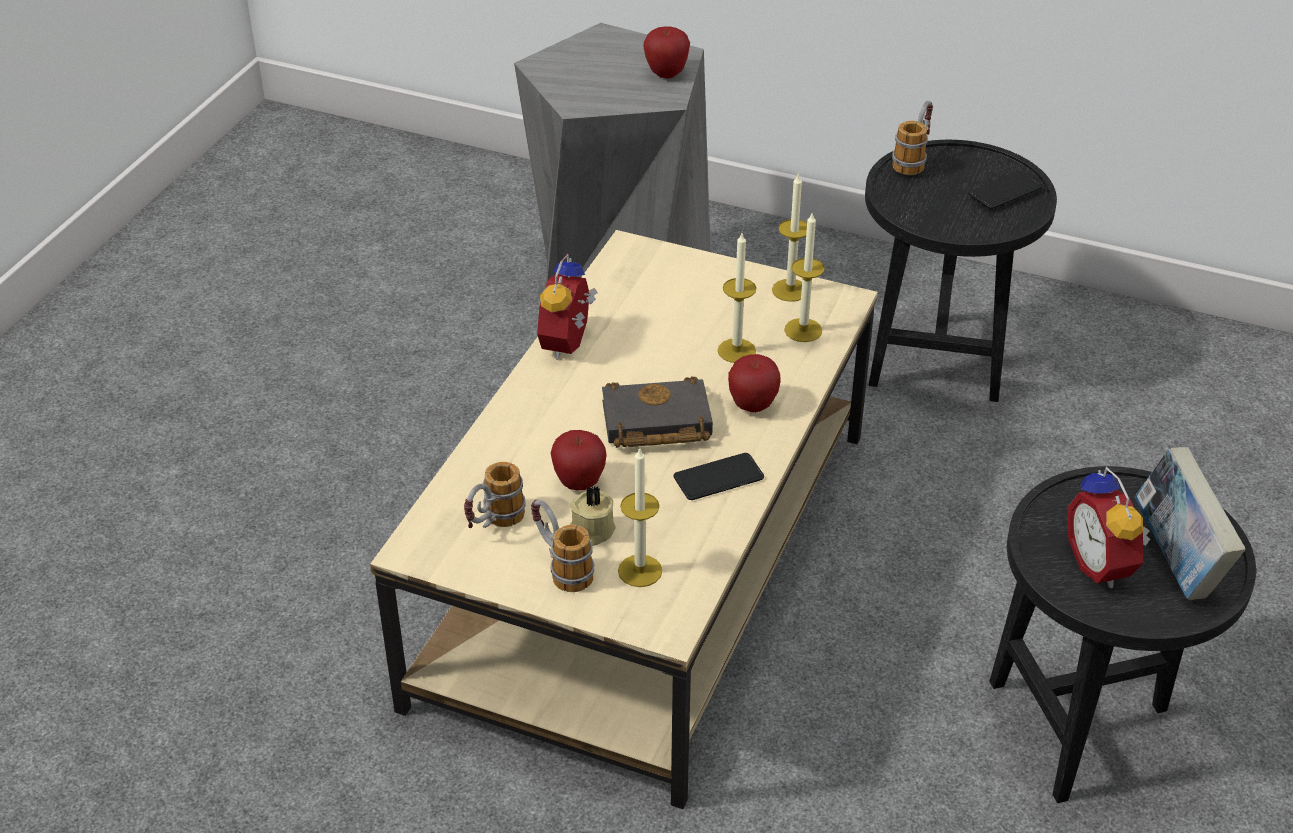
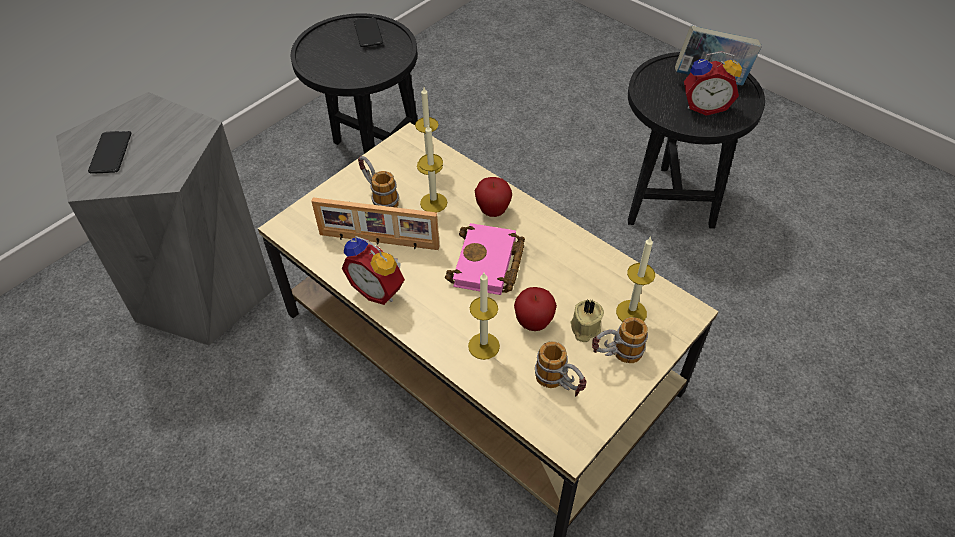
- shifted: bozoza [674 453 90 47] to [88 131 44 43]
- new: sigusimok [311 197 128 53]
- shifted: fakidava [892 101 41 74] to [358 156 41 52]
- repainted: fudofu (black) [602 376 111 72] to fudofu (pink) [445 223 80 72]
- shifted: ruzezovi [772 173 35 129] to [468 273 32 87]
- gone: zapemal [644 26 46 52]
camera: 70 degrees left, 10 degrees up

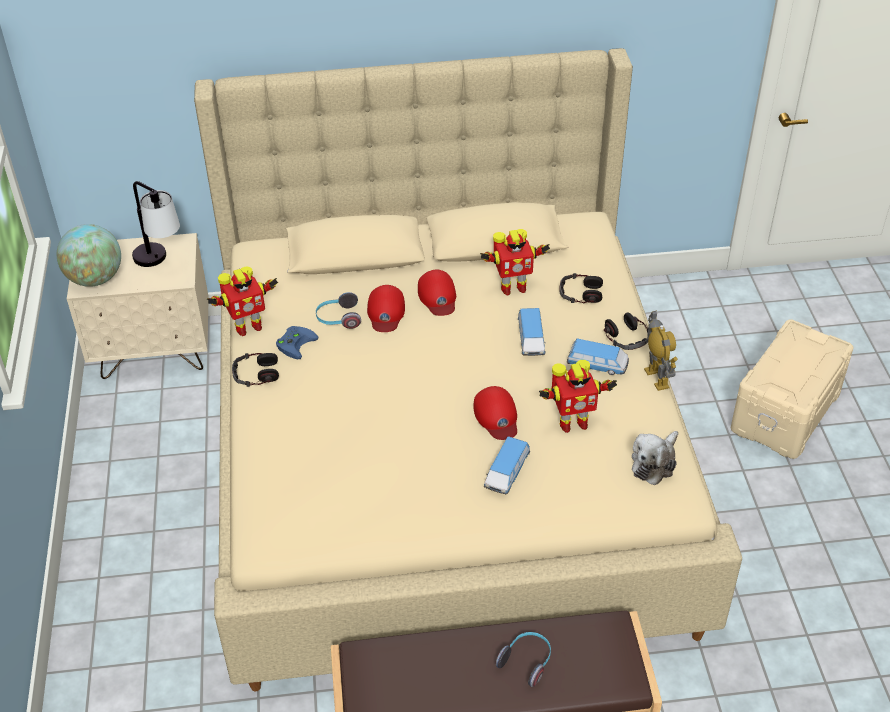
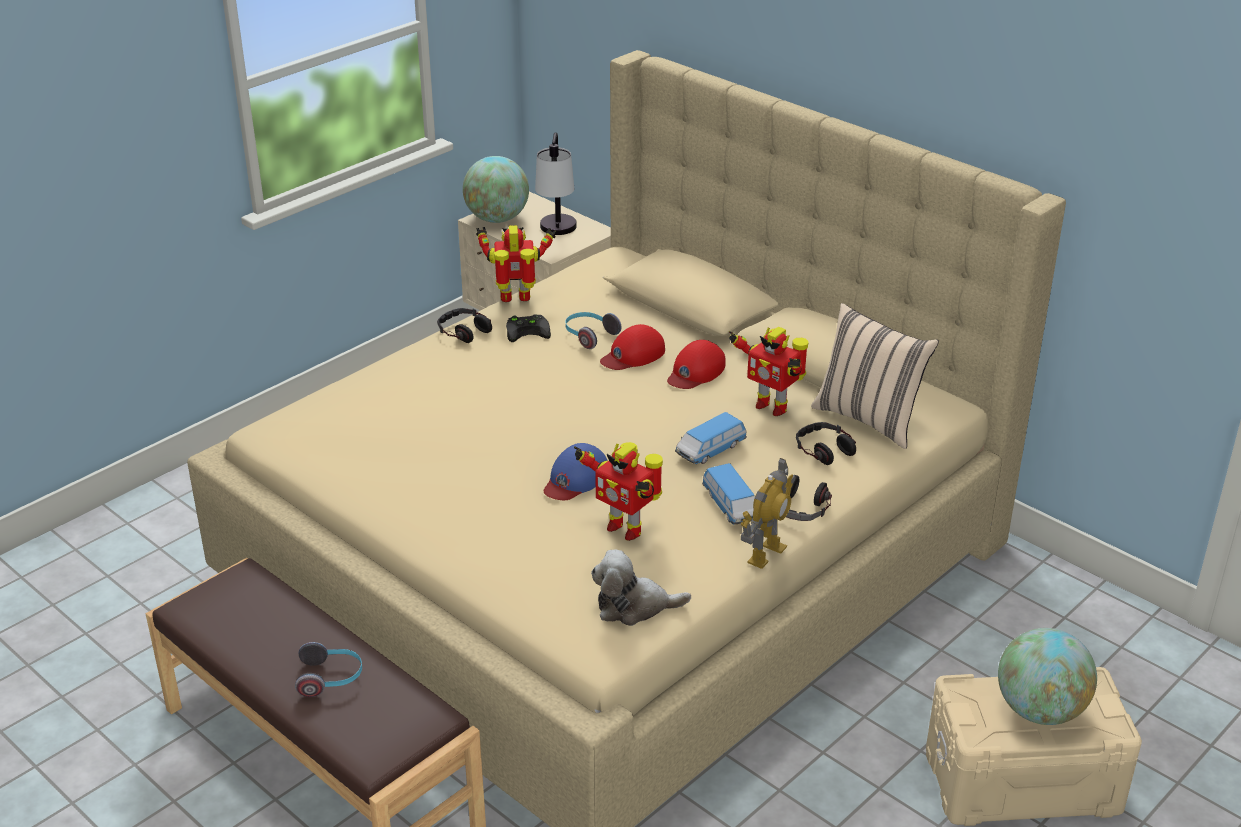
- rotated: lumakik [207 266 71 70] = [476 225 80 77] 150 degrees clockwise
- repainted: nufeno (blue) [276 326 42 33] to nufeno (black) [506 315 45 27]
- repainted: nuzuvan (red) [473 386 44 54] to nuzuvan (blue) [544 443 64 57]
- new: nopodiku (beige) [811 303 128 146]
- new: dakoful [998 628 99 97]
- gone: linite [484 436 46 58]
camera: 50 degrees right, 10 degrees down

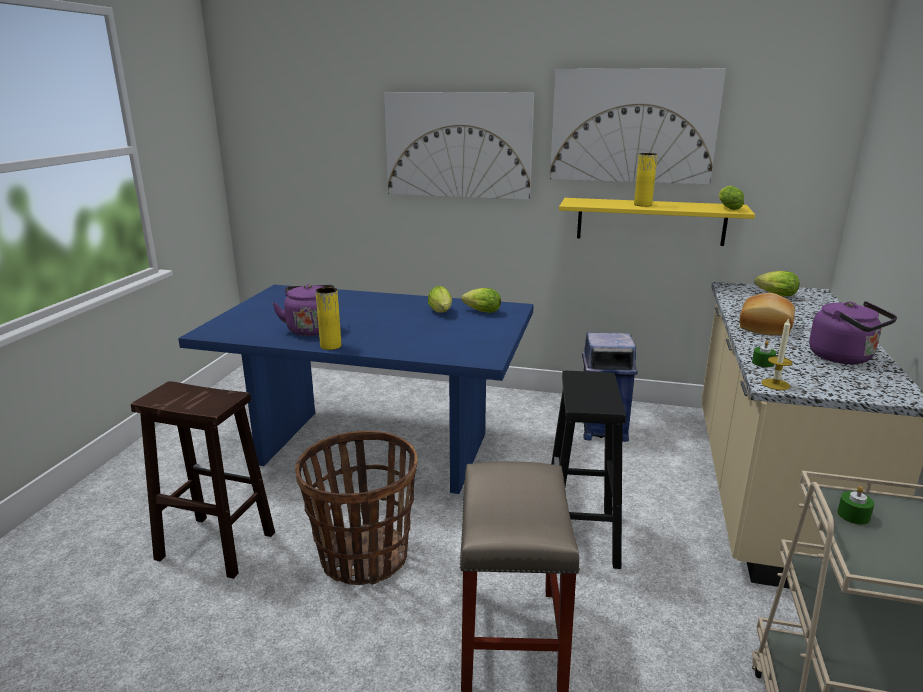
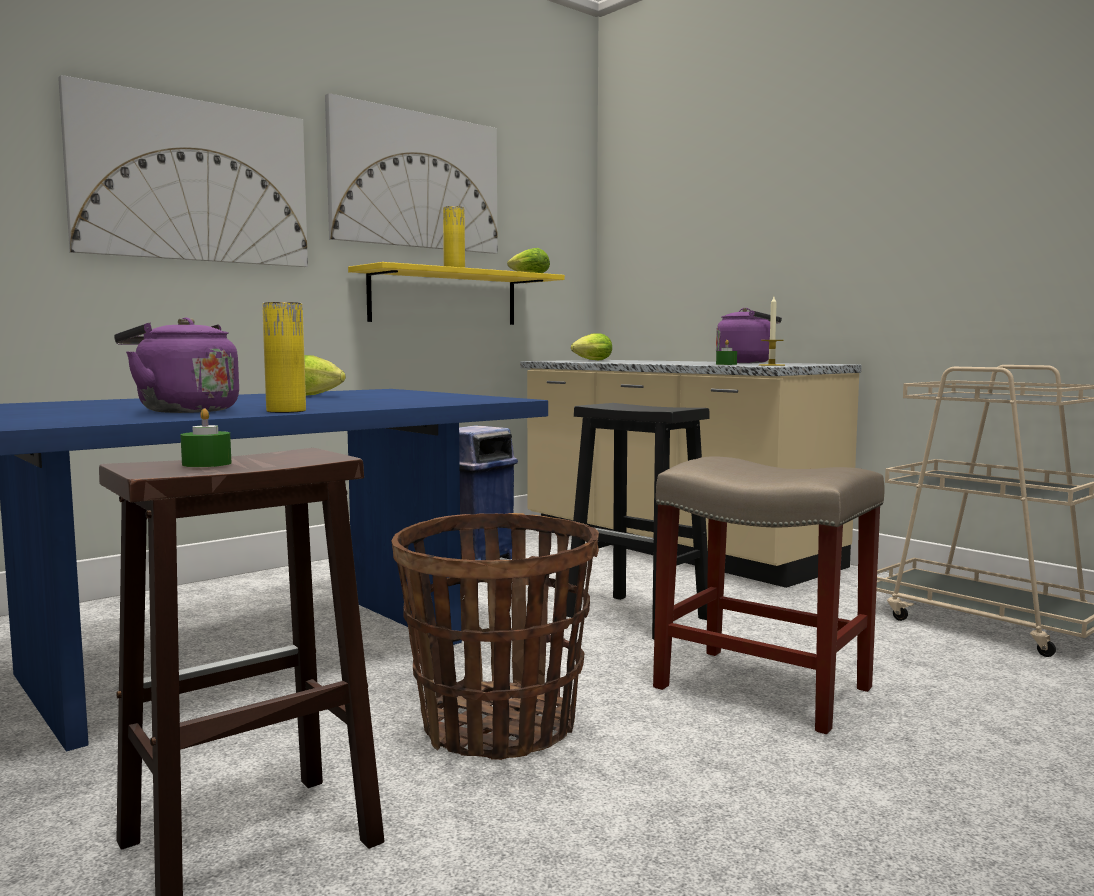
- shifted: ruzezovi (green) [837 486 37 39] to [180 408 52 59]
- gone: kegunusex [461 288 40 25]
- gone: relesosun [740 293 55 42]
camera: 55 degrees left, 15 degrees down

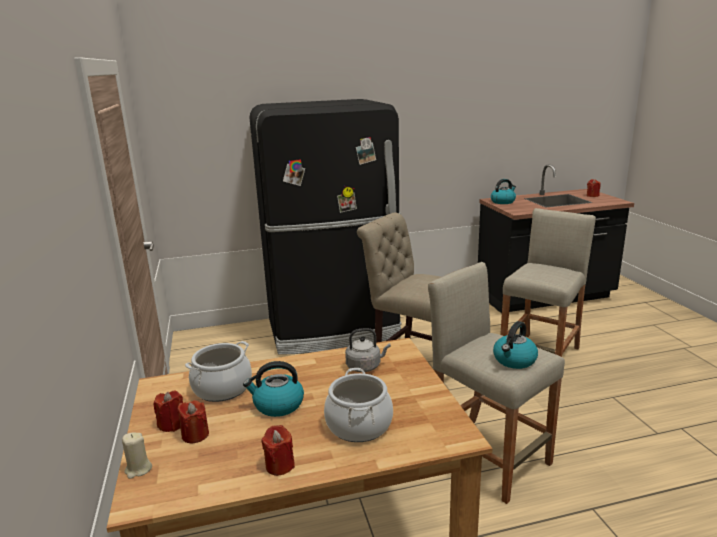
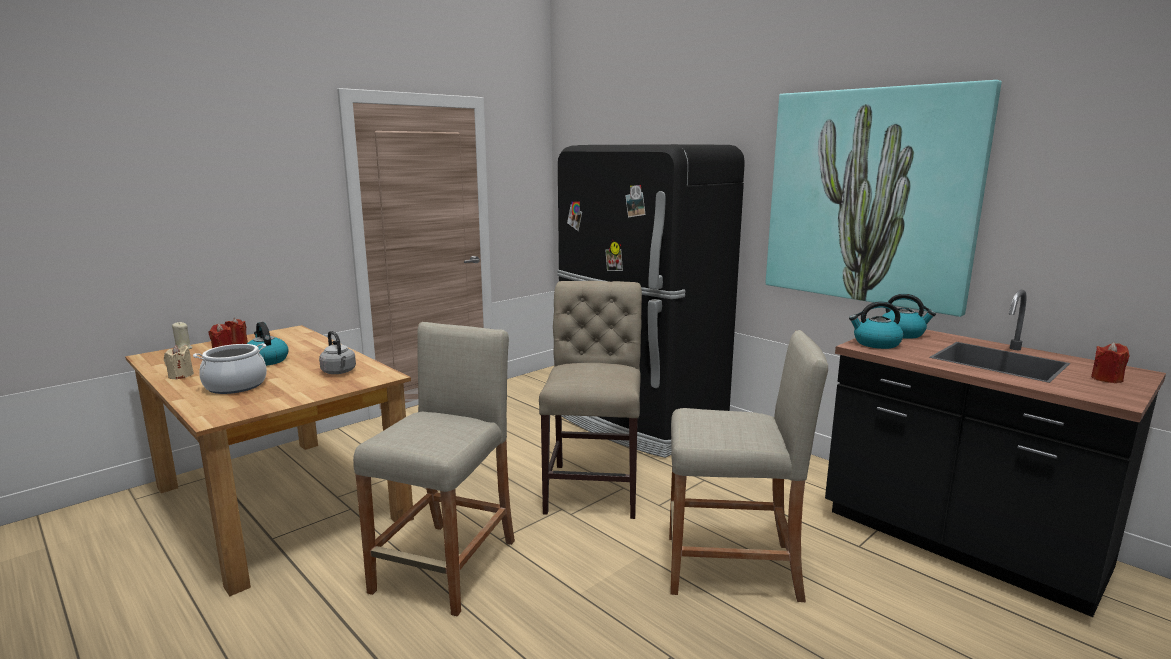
- repainted: ruzezovi (red) [261 425 34 51] to ruzezovi (beige) [164 345 30 34]
- new: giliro [766 80 236 237]
- shifted: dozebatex [493 321 45 48] to [849 301 55 48]
- gone: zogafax [185 341 67 61]
camera: 60 degrees right, 5 degrees down

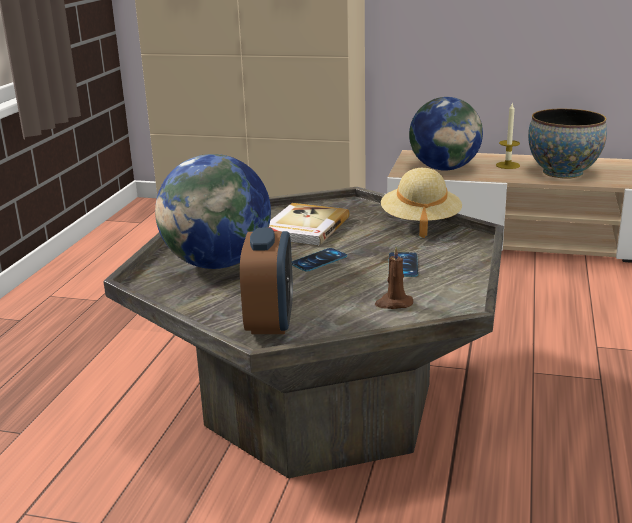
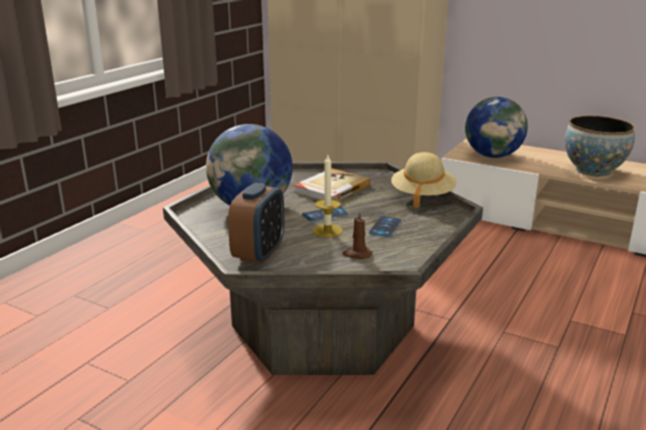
- shifted: ruzezovi [496 103 24 66] to [313 155 30 83]
camera: 15 degrees right, 0 degrees up

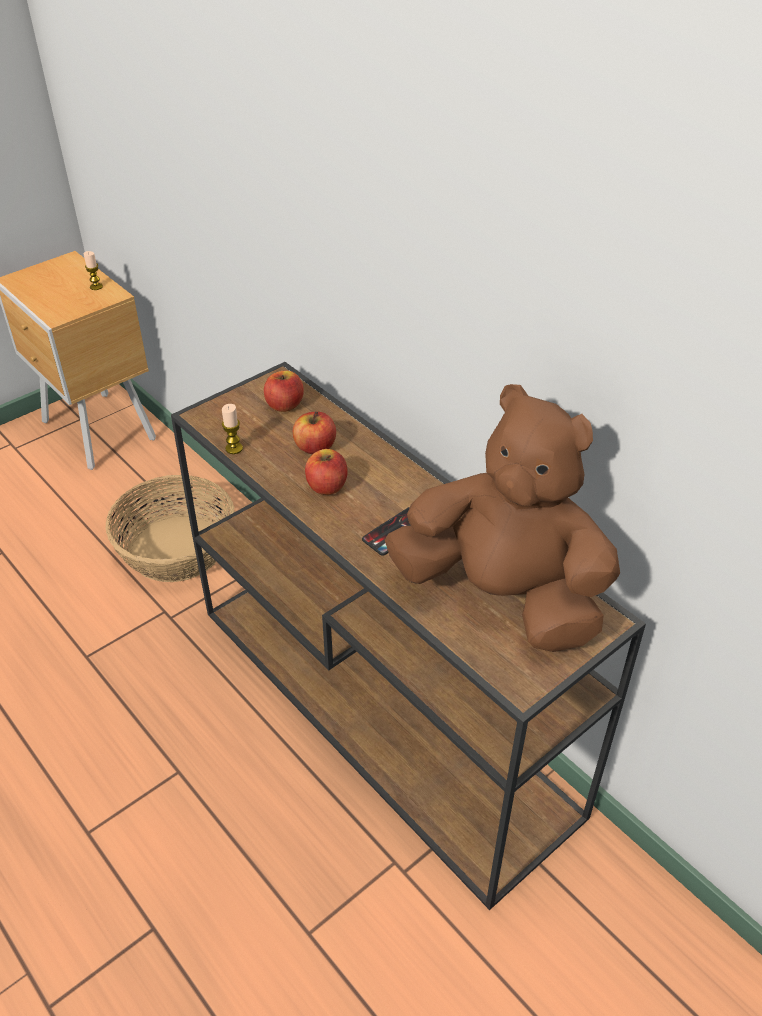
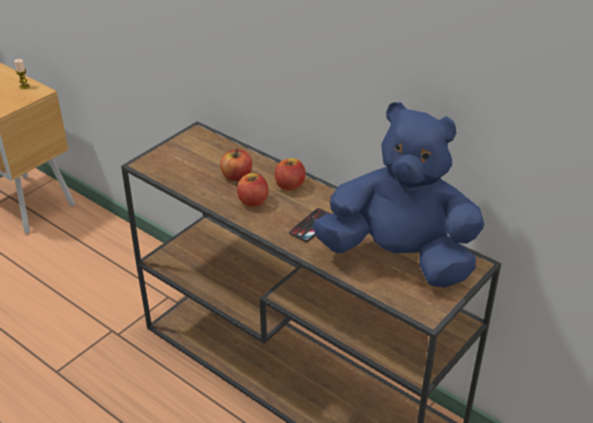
- shifted: zapemal [264 371 40 41] to [275 158 31 33]
- repainted: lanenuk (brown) [385 384 235 268] to lanenuk (blue) [313 102 171 185]
- gone: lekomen [105 475 130 107]
- gone: ruzezovi [222 404 21 50]
camera: 10 degrees left, 5 degrees down

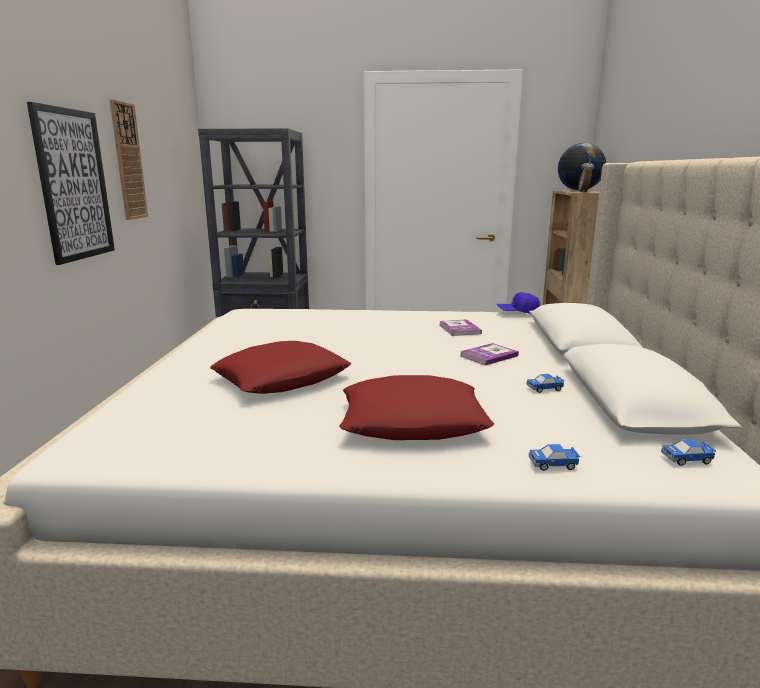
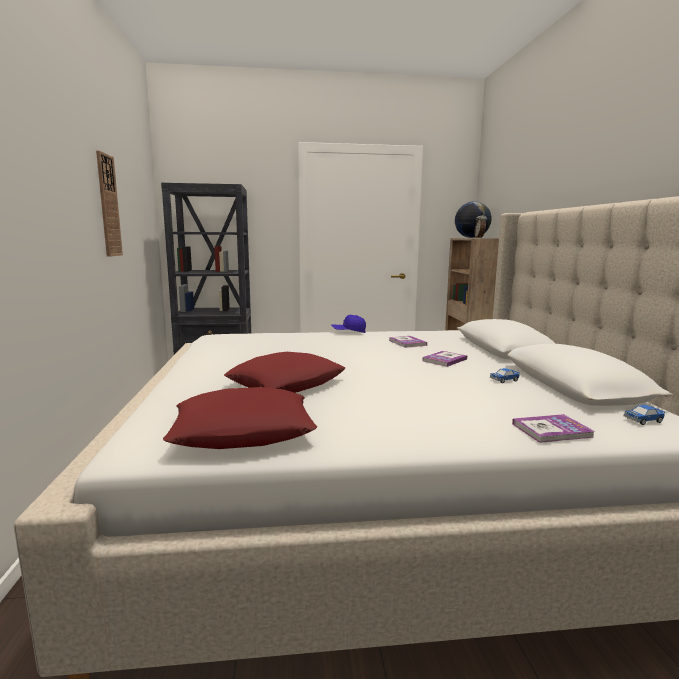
- shifted: nopodiku (red) [339 375 155 65] to [163 387 154 62]
- shifted: nuzuvan (blue) [497 292 43 22] to [331 315 35 18]
- swapped: linite [529 444 51 27] to fudofu [512 414 83 29]
- gone: giliro [27 102 88 163]
camera: 10 degrees left, 5 degrees down

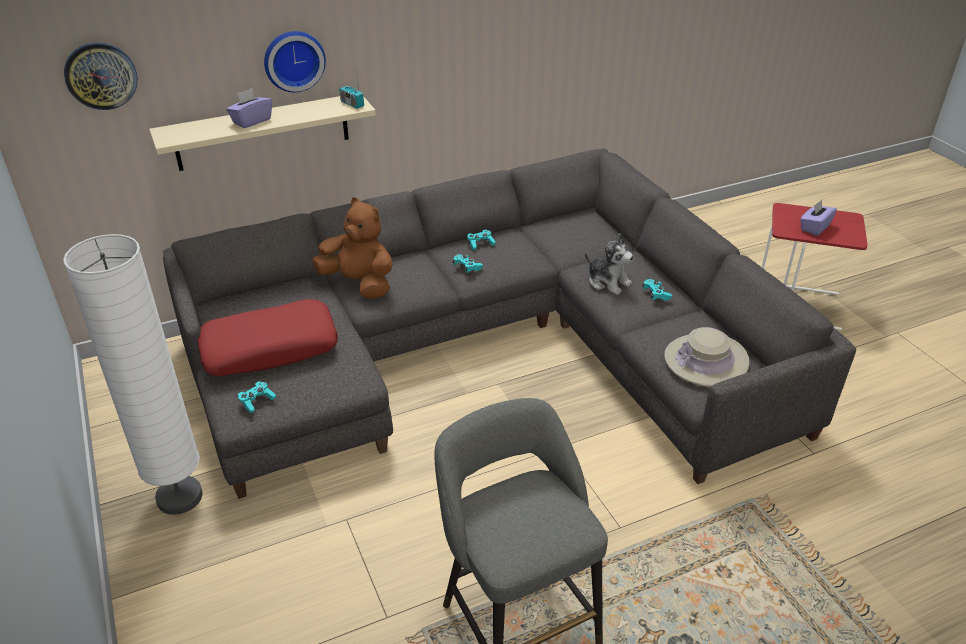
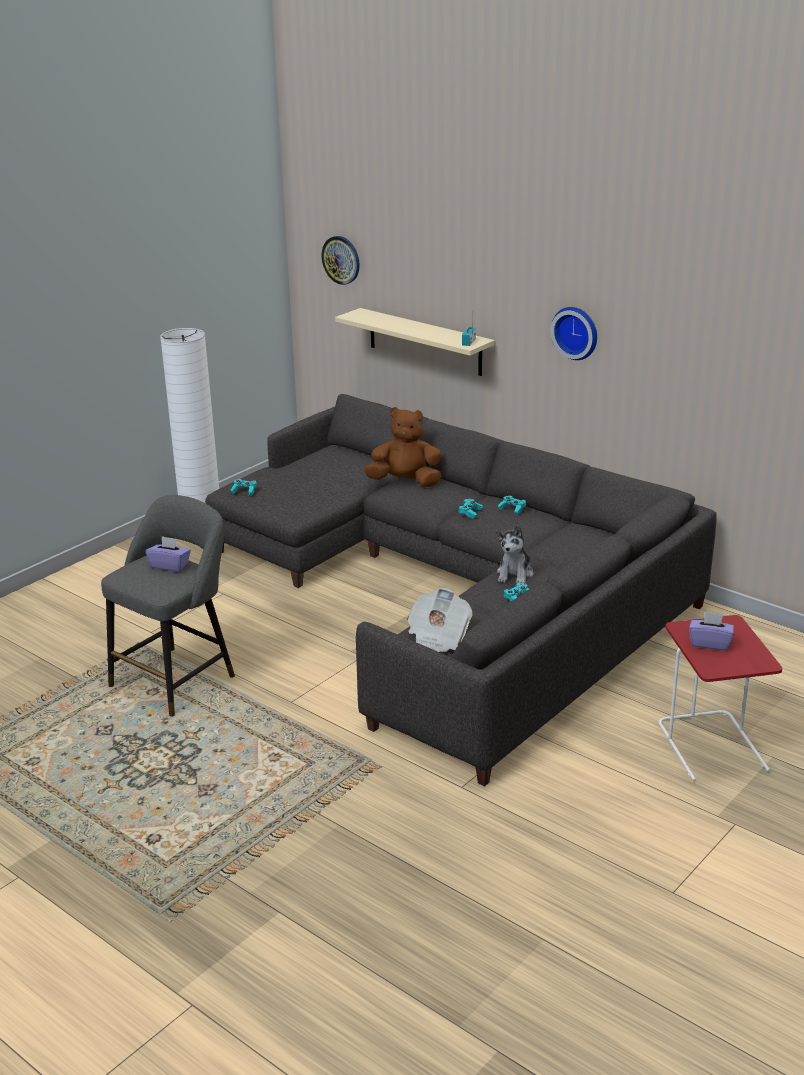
- shifted: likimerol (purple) [226 88 46 40] to [145 536 46 36]
- rotated: lanenuk (brown) [312 197 81 102] = [364 407 78 80] 90 degrees counterclockwise
- swapped: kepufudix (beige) [664 327 85 60] to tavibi [407 588 66 64]
- shifted: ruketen [264 31 62 61] to [551 307 46 53]
- gone: nopodiku (red) [198 299 140 77]
camera: 65 degrees right, 10 degrees down

